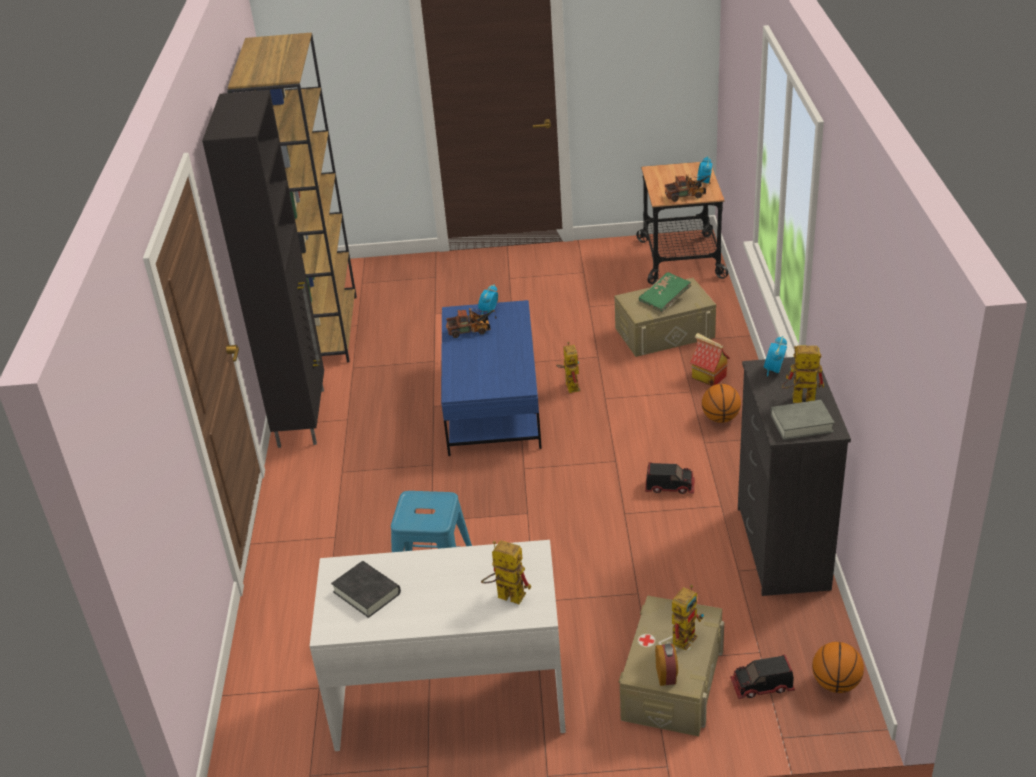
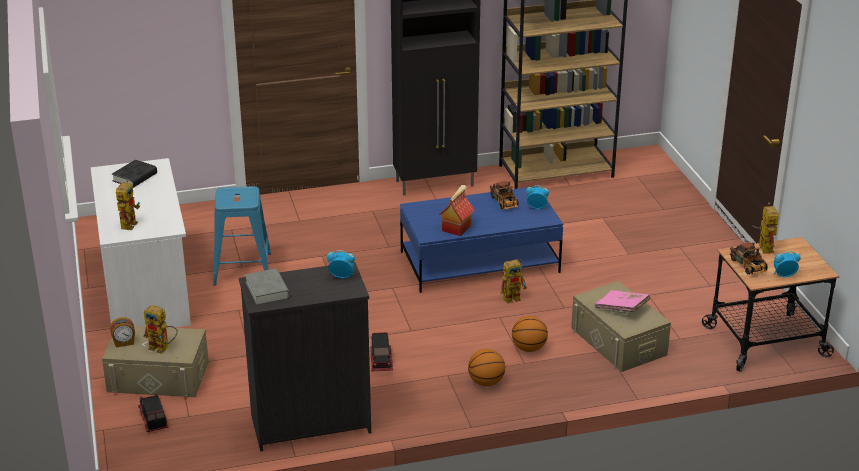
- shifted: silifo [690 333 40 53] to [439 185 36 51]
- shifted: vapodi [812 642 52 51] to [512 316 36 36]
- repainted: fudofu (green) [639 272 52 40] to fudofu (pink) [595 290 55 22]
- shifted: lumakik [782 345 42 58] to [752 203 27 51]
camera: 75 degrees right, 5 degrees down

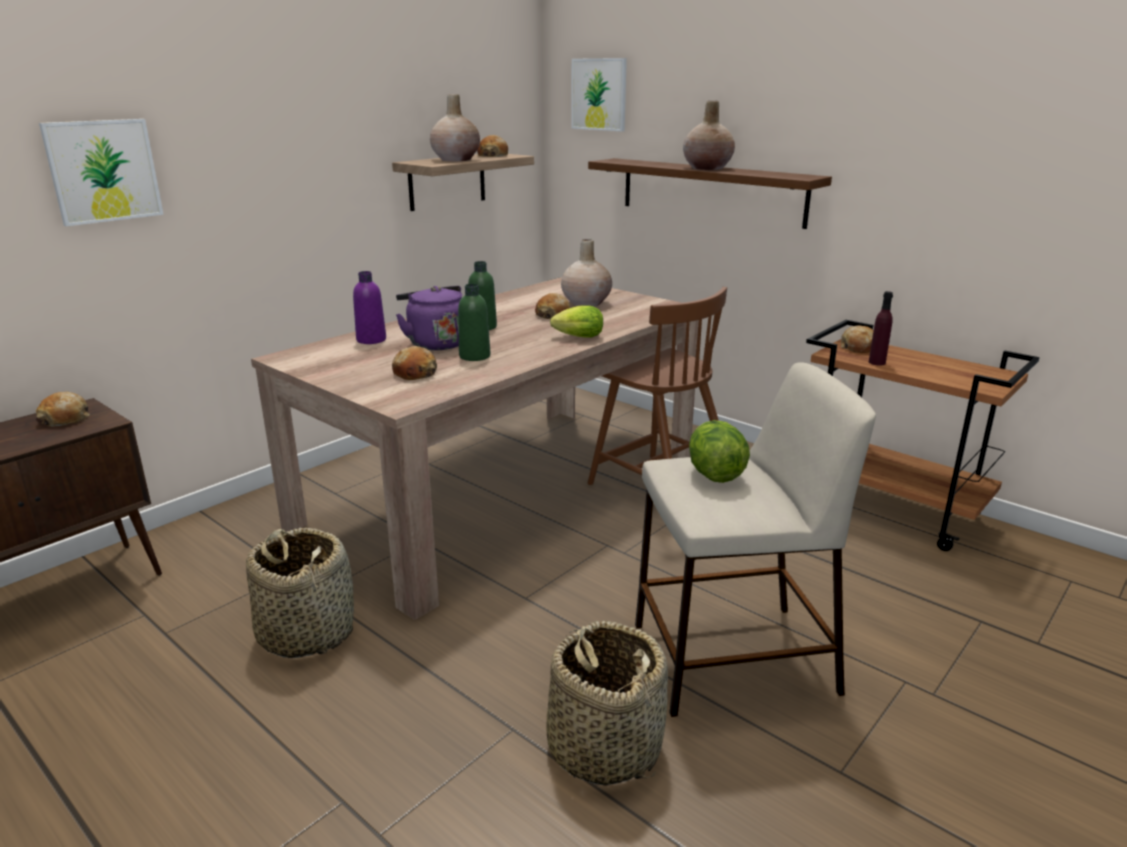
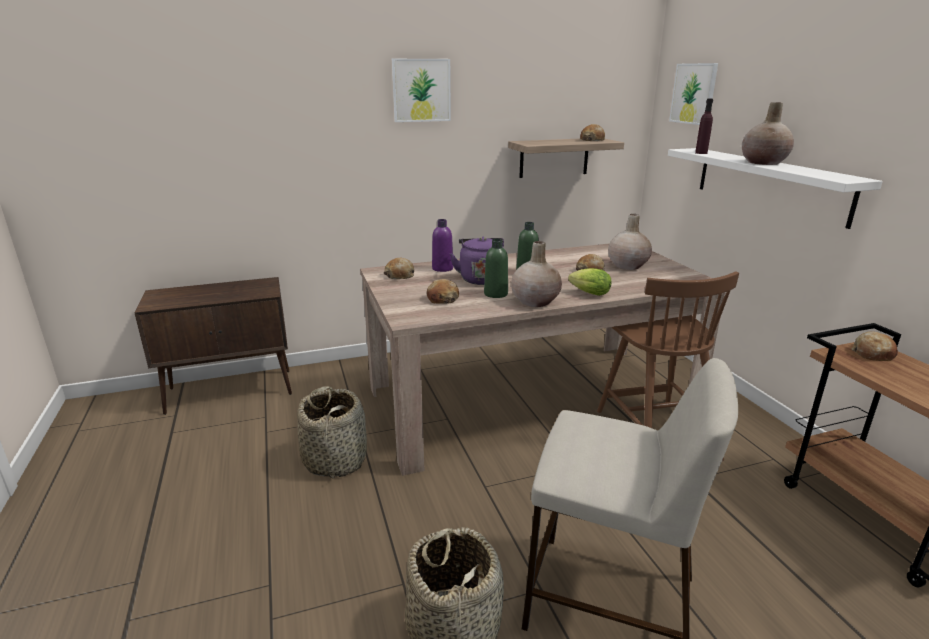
- shifted: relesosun [36 391 54 36] to [384 258 30 21]
- shifted: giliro [39 119 125 107] to [392 59 59 63]
- shifted: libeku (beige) [430 94 50 67] to [511 241 51 66]
- repainted: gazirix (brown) [588 158 244 71] to gazirix (white) [668 148 215 81]
- shifted: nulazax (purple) [869 291 24 75] to [695 99 18 55]
- gone: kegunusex [689 420 61 63]
camera: 30 degrees right, 0 degrees up

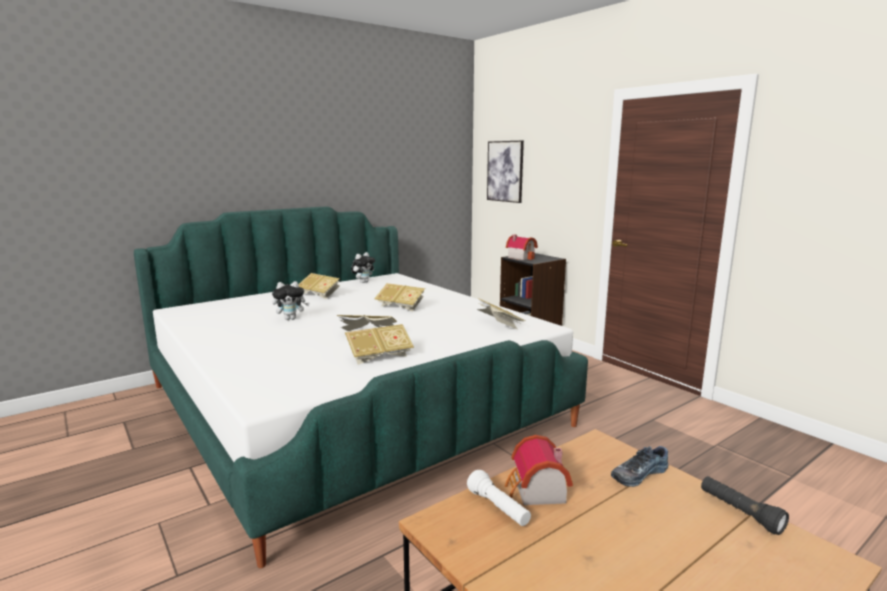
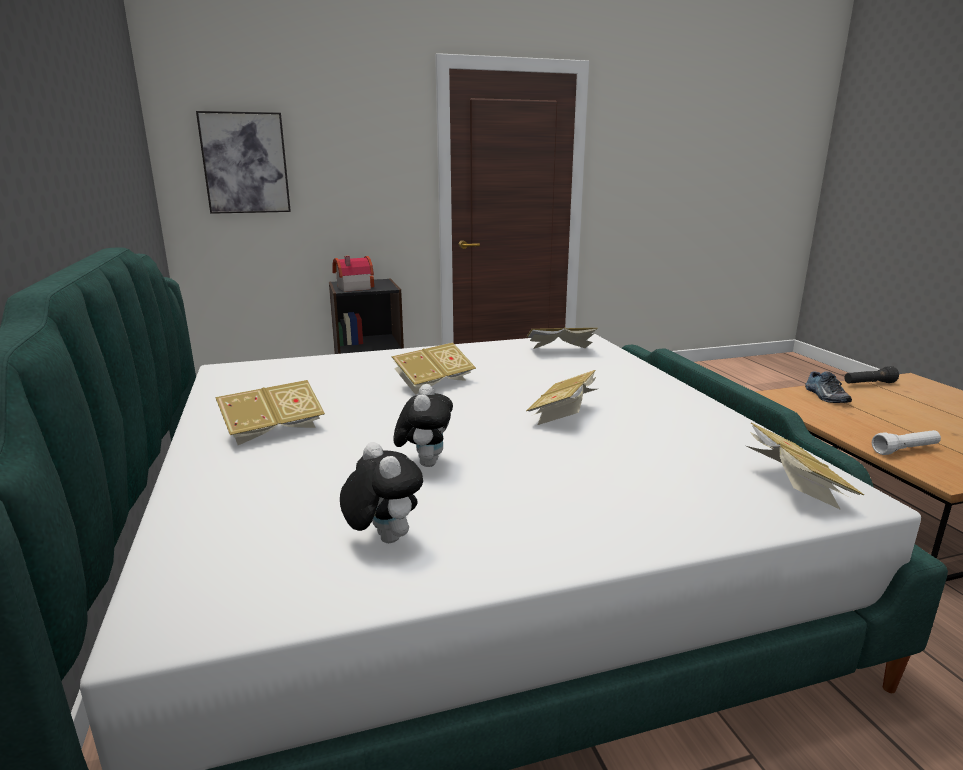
- shifted: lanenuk [351 252 24 31] to [340 442 83 101]
- shifted: fudofu [345 324 69 41] to [746 423 118 87]
- gone: silifo [505 435 68 70]
camera: 70 degrees left, 5 degrees up

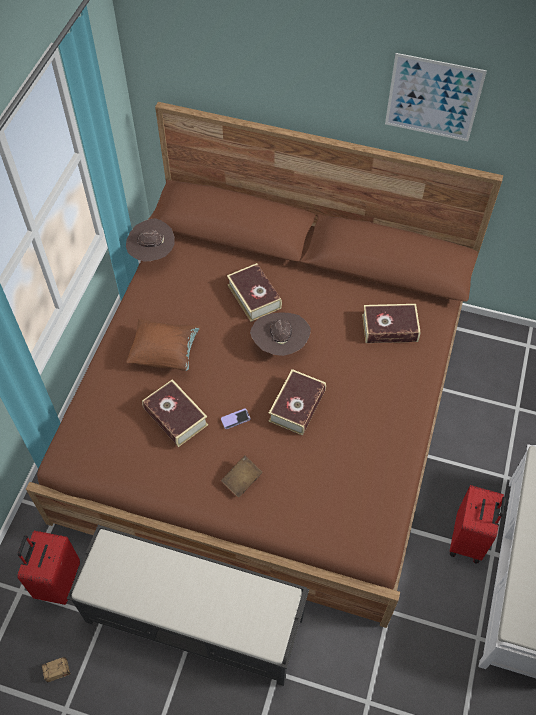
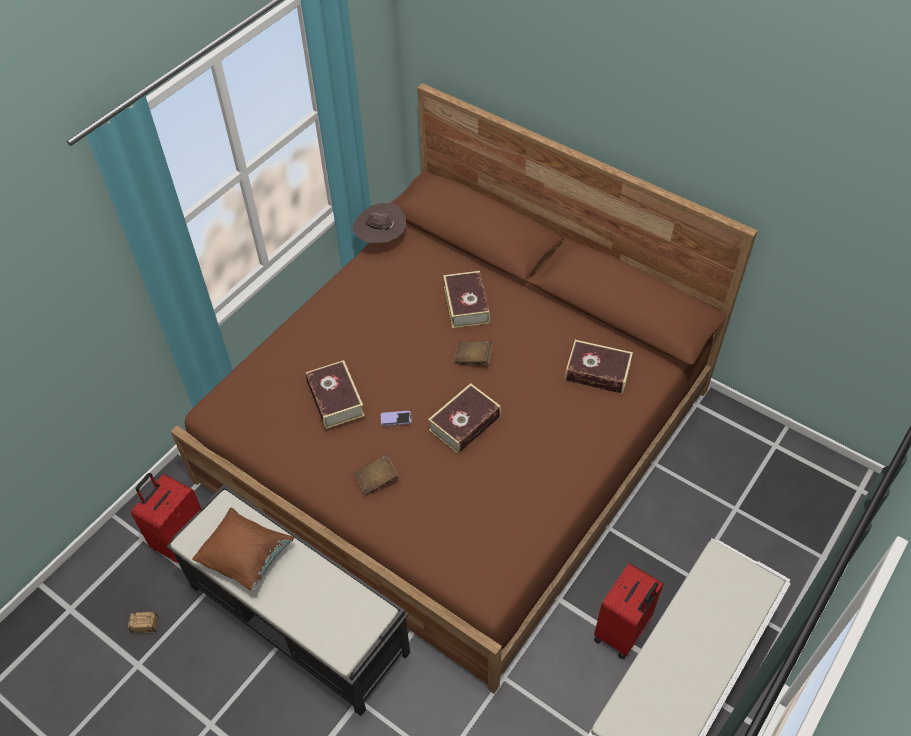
- shifted: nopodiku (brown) [126 319 75 52] to [192 508 102 83]
- swapped: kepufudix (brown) [250 313 61 43] to fudofu (brown) [454 341 38 24]
- gone: giliro [385 53 102 88]
camera: 20 degrees right, 5 degrees down

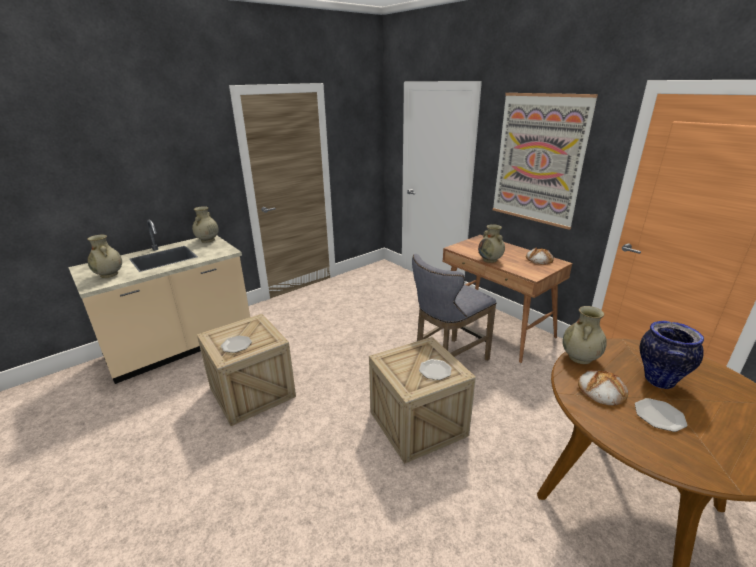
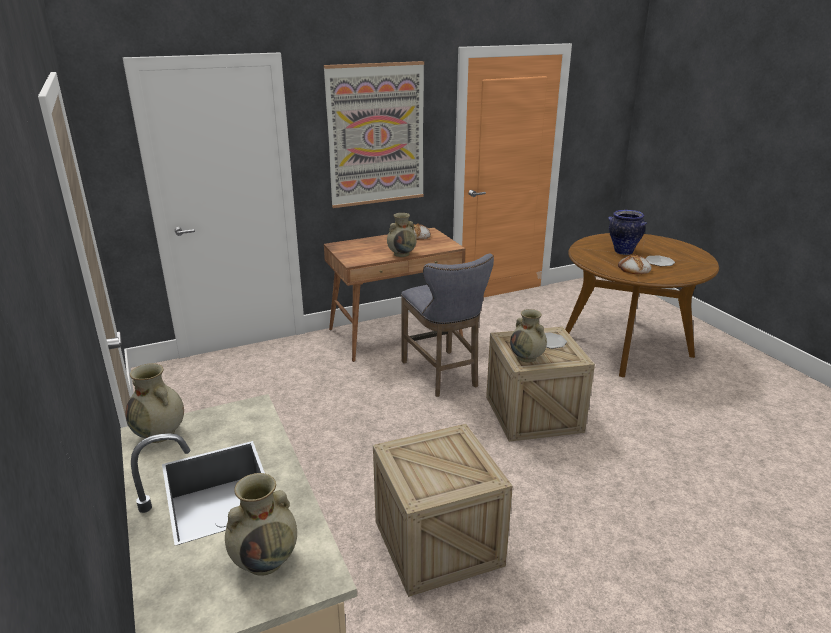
- shifted: libeku (beige) [562 306 45 58] to [510 309 37 53]
- gone: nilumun [221 336 31 17]
camera: 75 degrees left, 0 degrees up

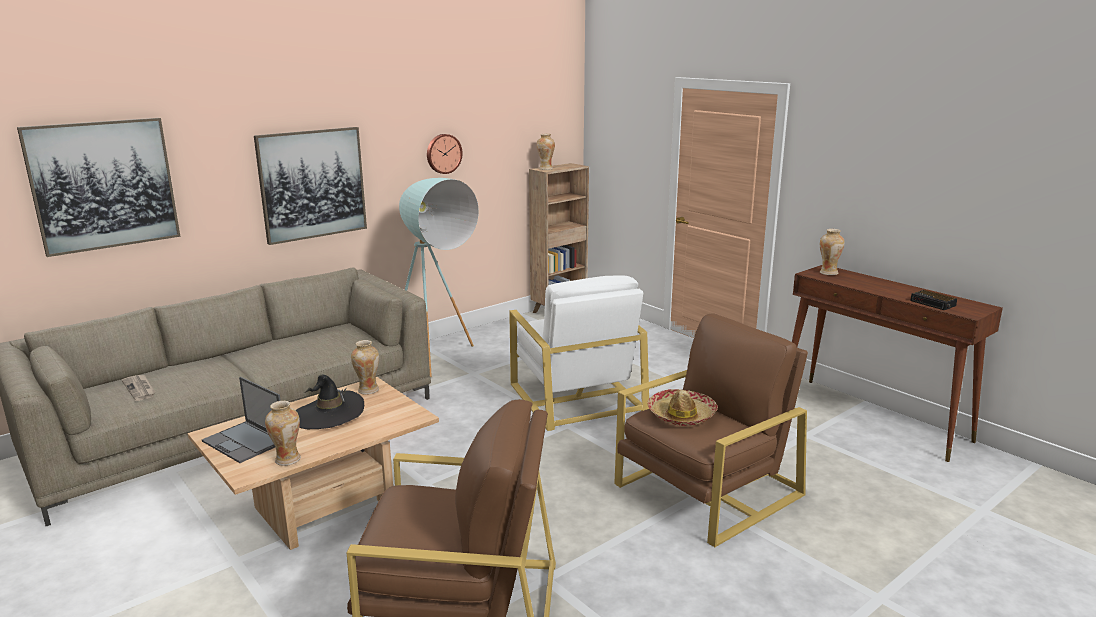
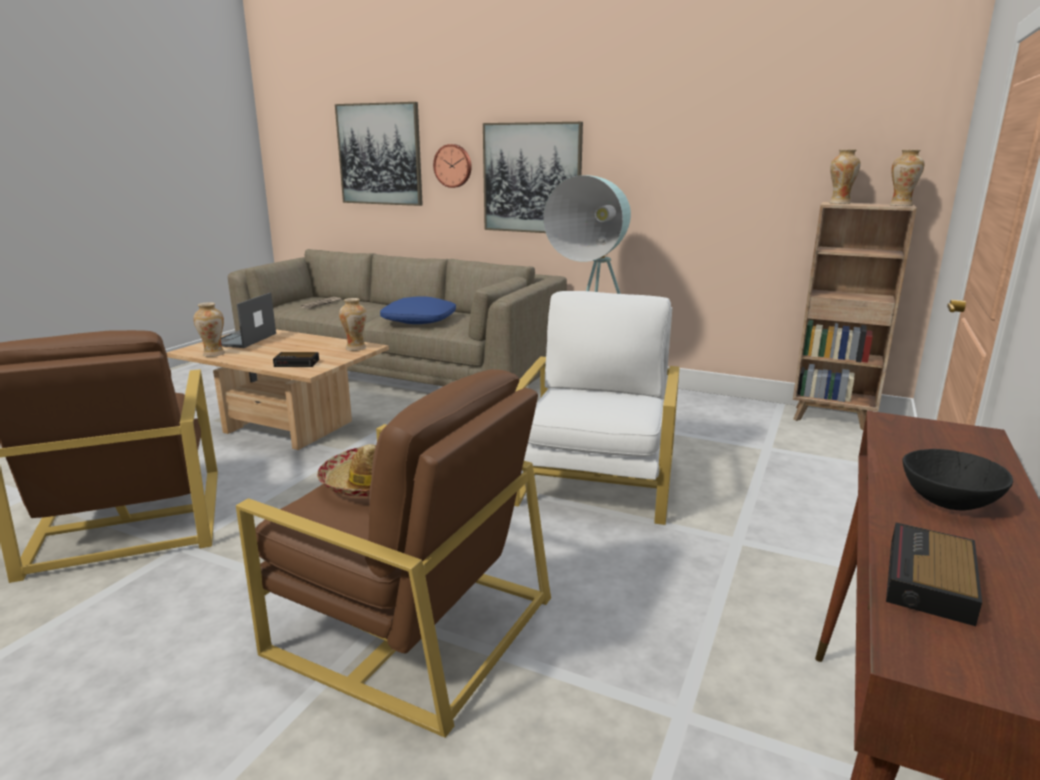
- new: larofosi [273 352 46 15]
- new: nopodiku (blue) [380 296 76 28]
- shifted: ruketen [427 134 36 40] to [433 144 39 44]
- rotated: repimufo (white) [509 275 140 156] = [514 291 166 234] 150 degrees clockwise
- shifted: libeku [820 229 25 46] to [889 150 36 56]
- new: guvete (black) [902 449 111 61]
- gone: kepufudix (black) [296 375 68 54]
camera: 65 degrees right, 0 degrees up

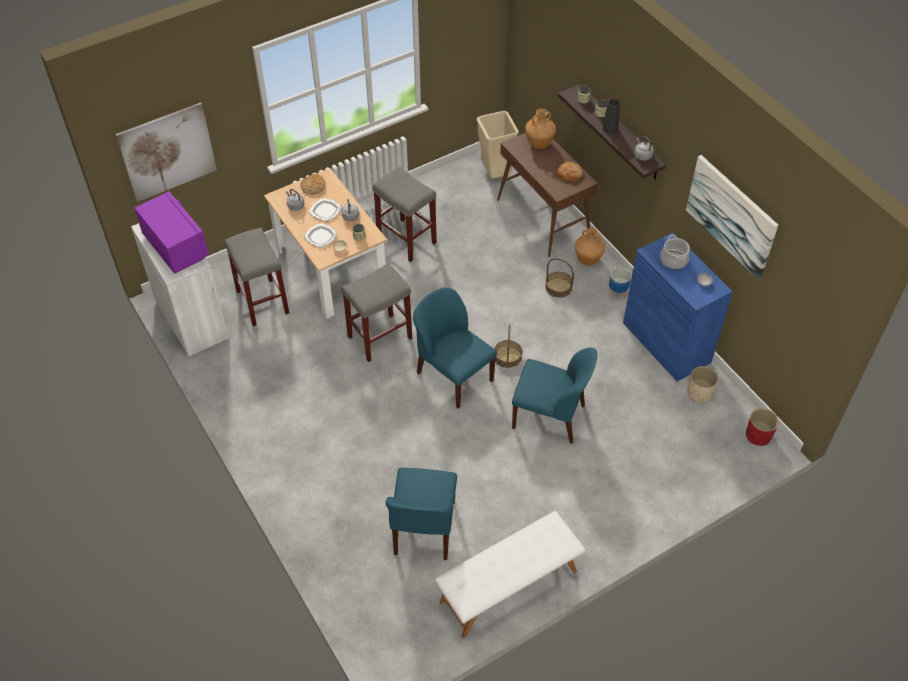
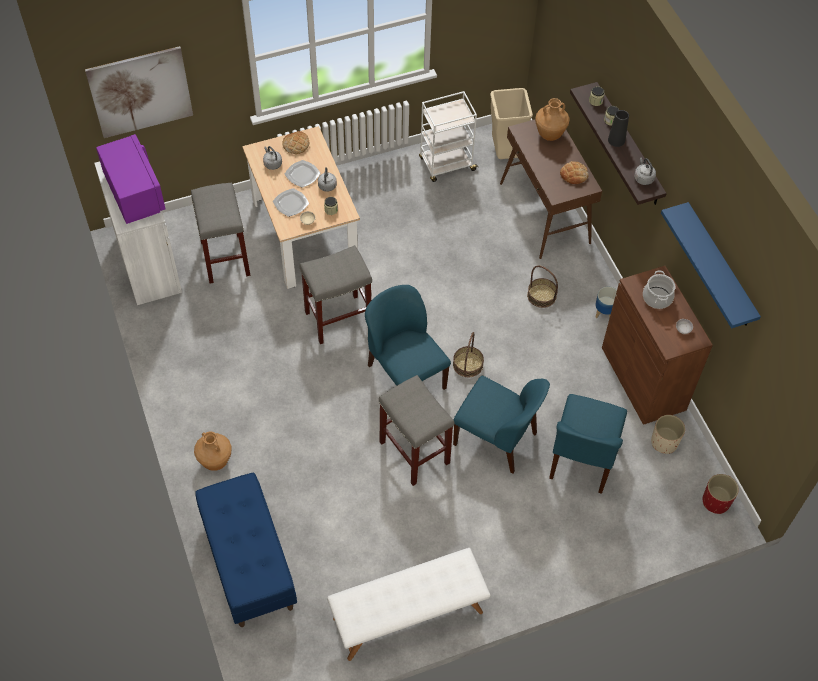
- shifted: libeku (brown) [575 228 30 37] to [194 431 38 40]
- new: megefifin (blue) [195 473 102 154]
- shifted: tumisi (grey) [373 167 64 95] to [379 375 75 111]
- new: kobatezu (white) [419 91 60 91]
- shifted: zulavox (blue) [385 468 72 92] to [549 394 78 100]
- repainted: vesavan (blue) [623 233 110 148] to vesavan (brown) [602 266 111 159]
- swapped: giliro [686 155 92 124] to gazirix (blue) [661 202 100 126]
camera: 10 degrees right, 5 degrees up

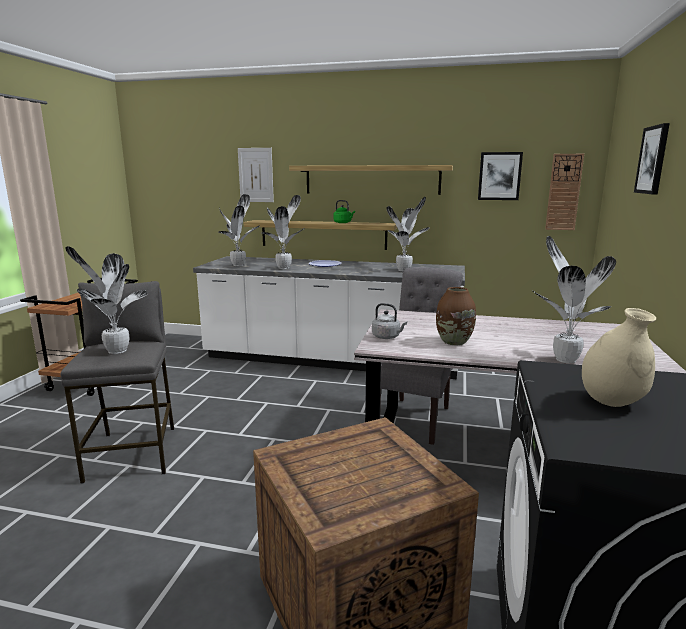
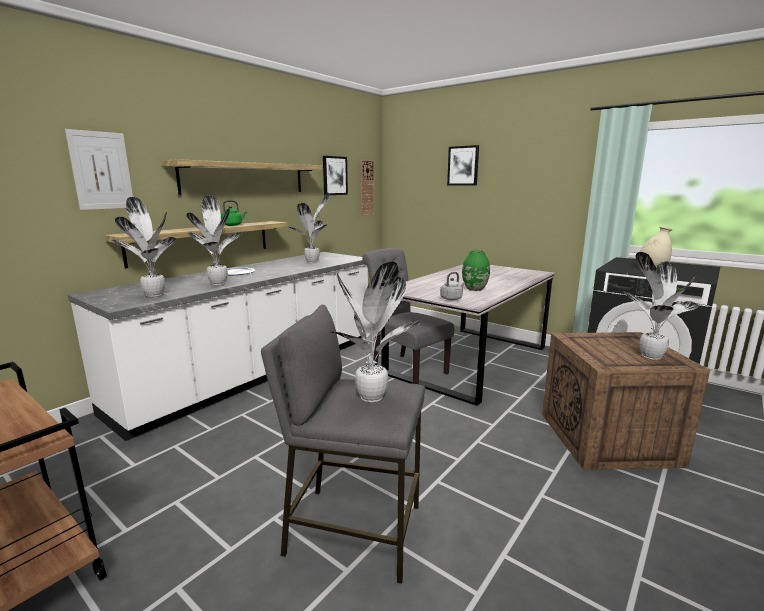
- repainted: libeku (brown) [436 287 40 58] to libeku (green) [462 250 28 41]
- shifted: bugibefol [533 236 83 127] to [624 252 75 108]
camera: 65 degrees left, 0 degrees up

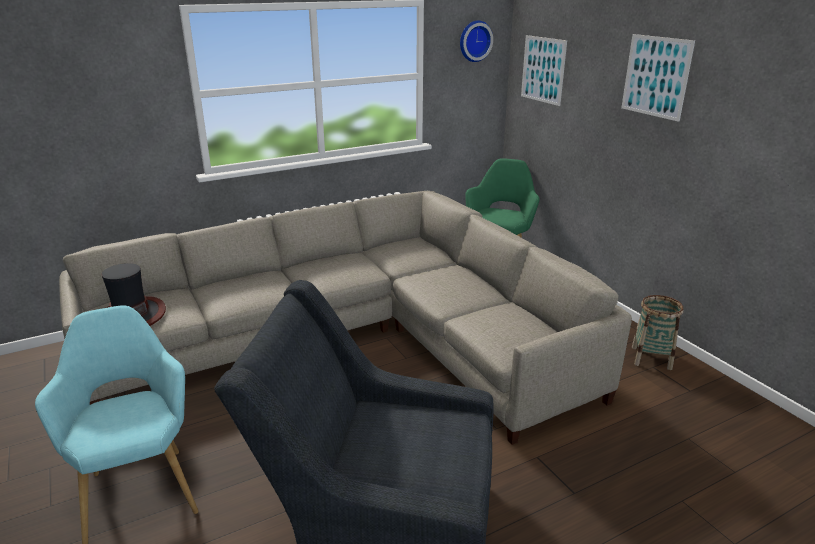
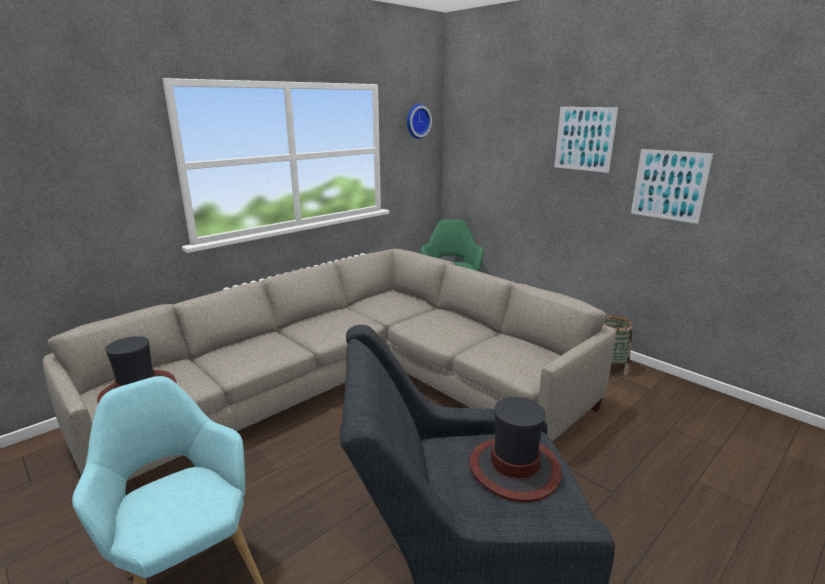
- new: kepufudix [469 397 93 105]
- shifted: giliro [521 35 46 71] to [631 149 82 75]
camera: 15 degrees left, 5 degrees down

